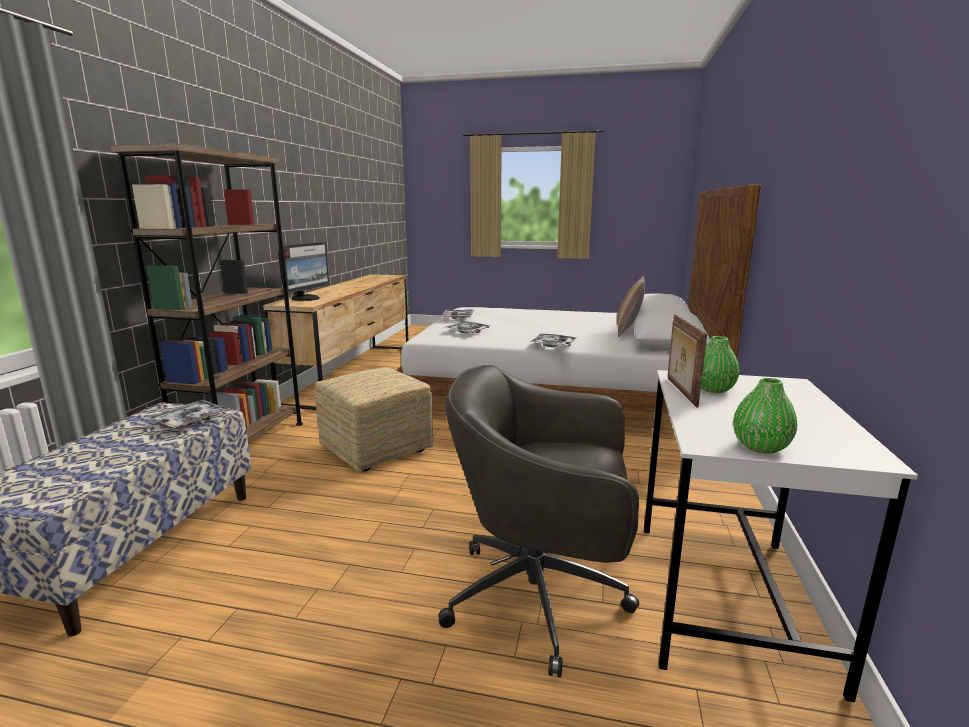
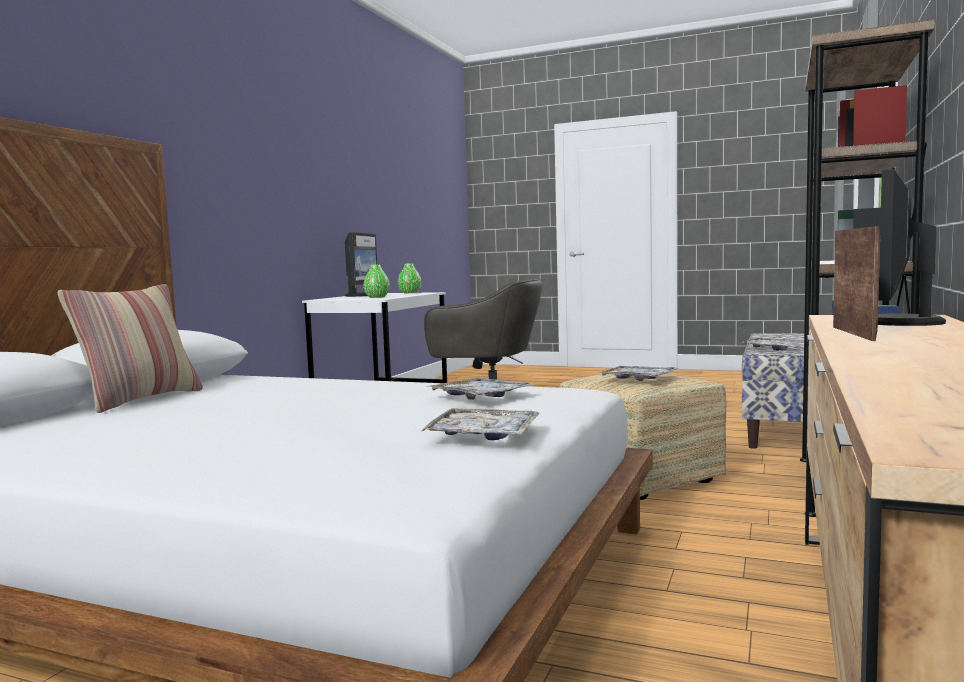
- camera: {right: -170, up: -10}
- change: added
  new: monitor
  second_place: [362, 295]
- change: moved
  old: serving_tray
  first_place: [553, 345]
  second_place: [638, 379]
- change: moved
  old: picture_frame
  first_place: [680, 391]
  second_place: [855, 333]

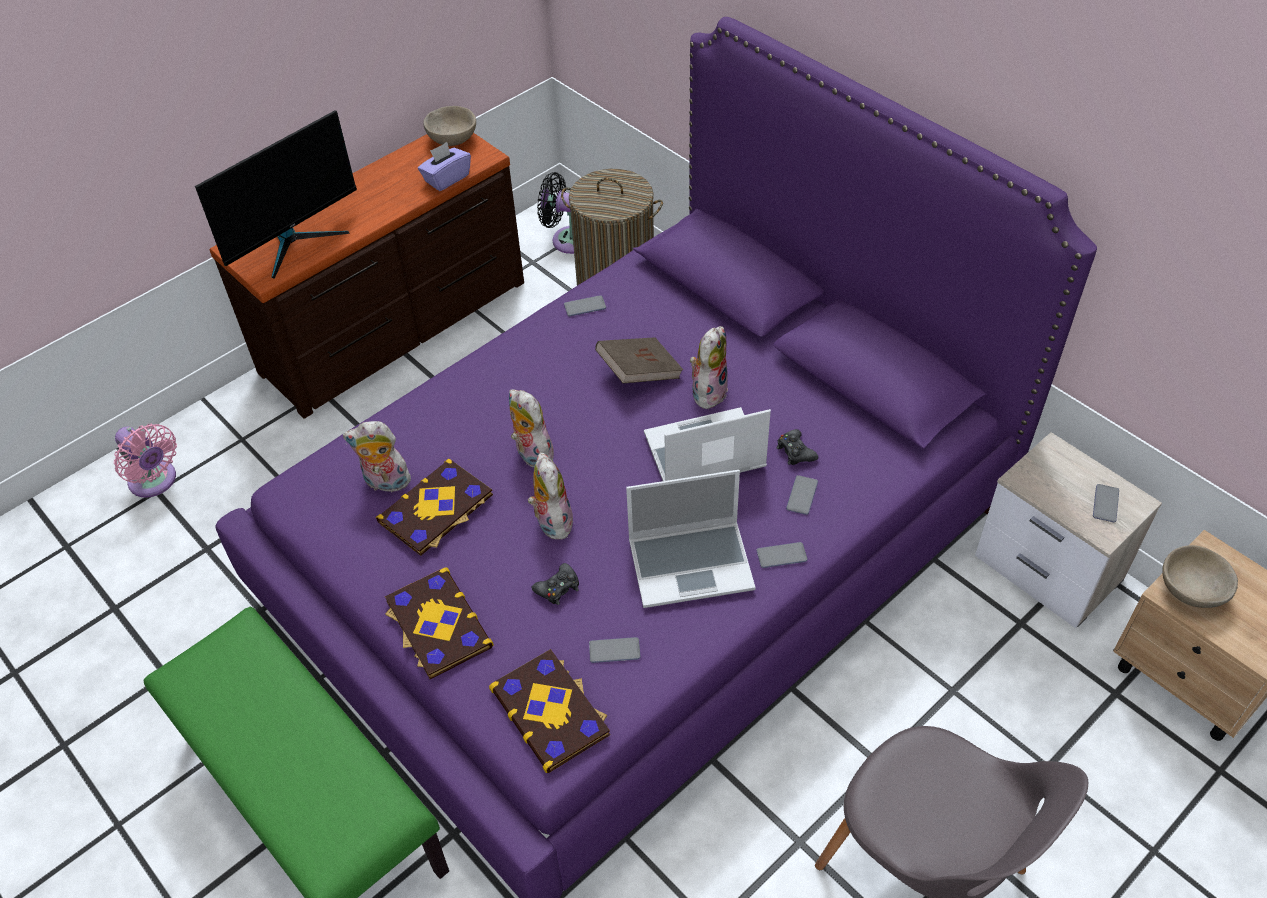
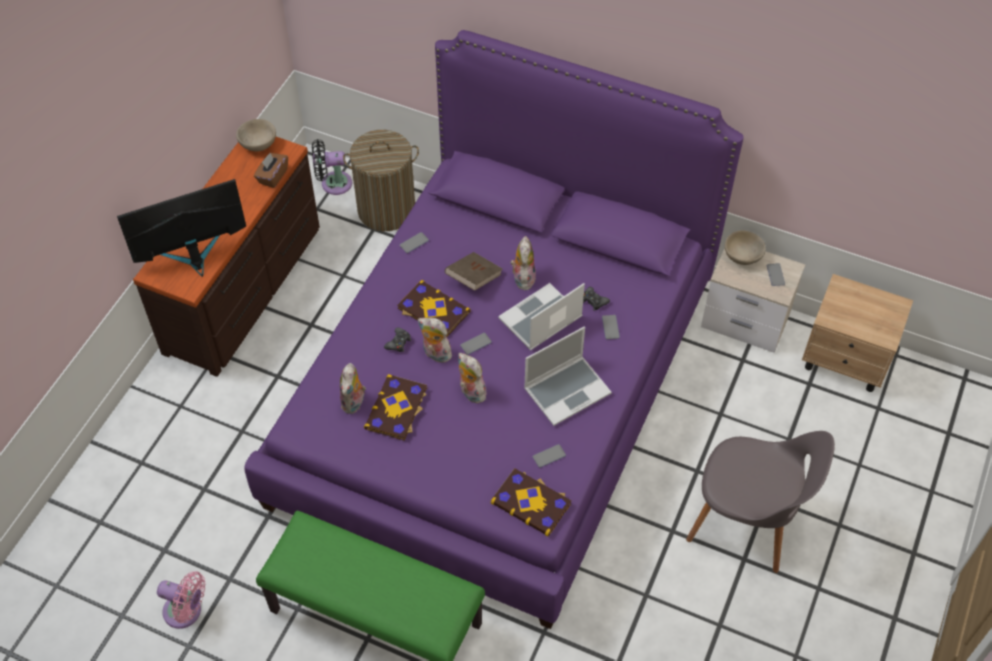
- camera: {right: -25, up: 5}
- change: moved
  old: pinkish_fan
  first_place: [155, 482]
  second_place: [186, 612]
- change: moved
  old: volume
  first_place: [437, 625]
  second_place: [433, 311]
- change: moved
  old: black_joypad
  first_place: [558, 588]
  second_place: [398, 342]
- change: moved
  old: phone
  first_place: [781, 556]
  second_place: [476, 344]
- change: moved
  old: beige_bowl
  first_place: [1190, 591]
  second_place: [742, 256]
- change: recoloured
  old: purple_box_of_tissues
  new: brown_box_of_tissues
  first_place: [446, 178]
  second_place: [272, 176]
- change: turned
  old: monitor
  first_place: [295, 242]
  second_place: [194, 256]
  degrees: -135
- change: turned
  old: soft_toy
  first_place: [385, 483]
  second_place: [354, 403]
  degrees: -60

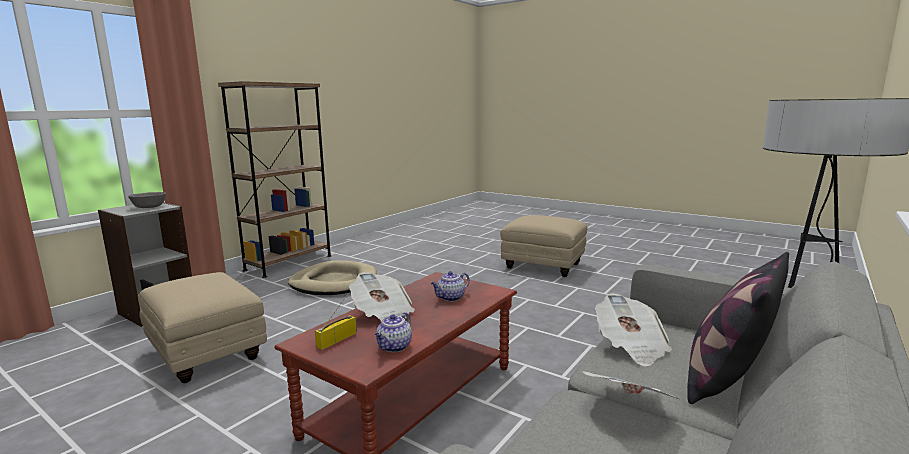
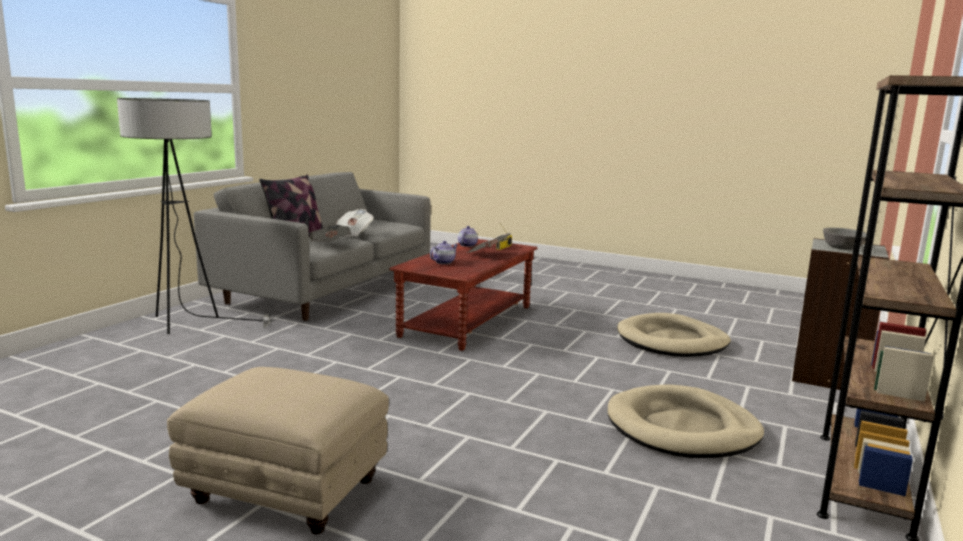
- camera: {right: 170, up: 0}
- change: replaced
  old: beige_footrest
  new: beige_dog_cushion
  first_place: [206, 353]
  second_place: [672, 341]

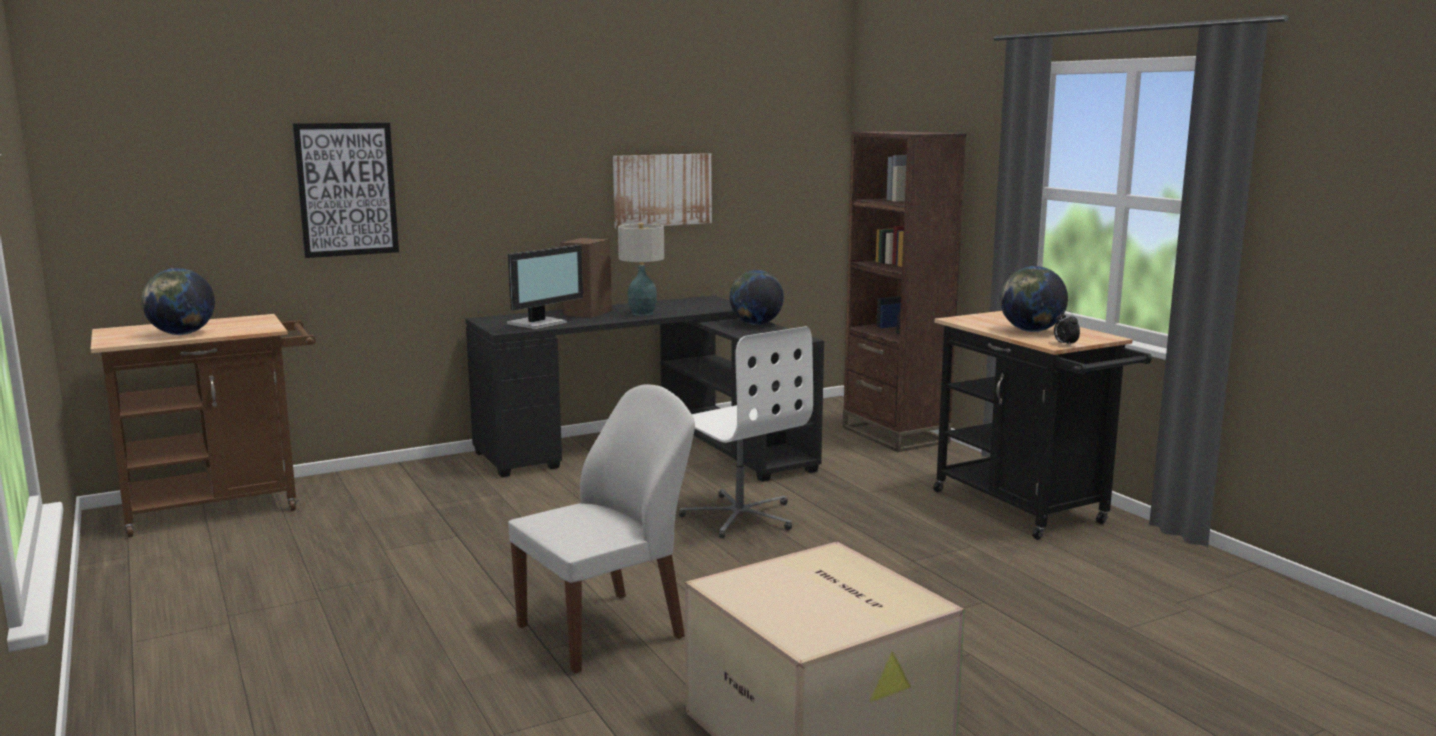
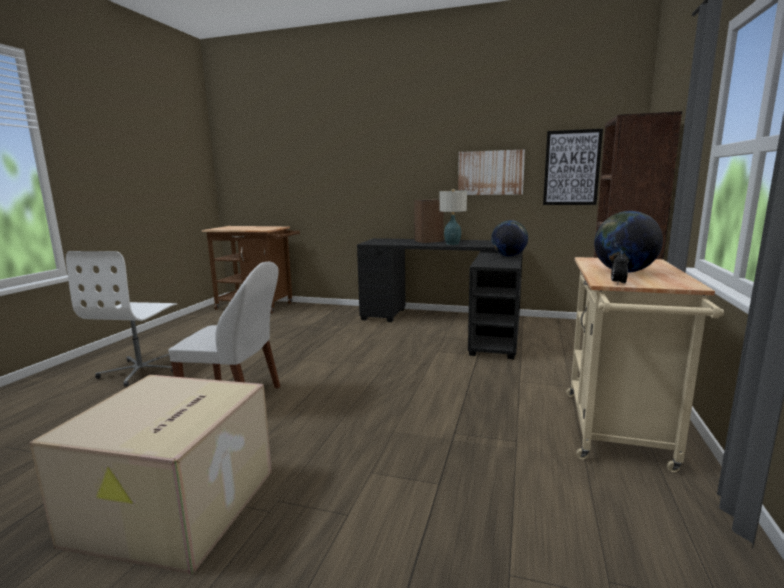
- camera: {right: 45, up: 0}
- change: removed
  old: desk_globe
  first_place: [182, 334]
- change: removed
  old: monitor
  first_place: [539, 323]
- change: moved
  old: picture
  first_place: [347, 189]
  second_place: [571, 168]
- change: moved
  old: white-coloured_computer_chair
  first_place: [740, 516]
  second_place: [141, 370]
- change: recoloured
  old: black_trolley
  new: beige_trolley
  first_place: [1026, 510]
  second_place: [617, 434]

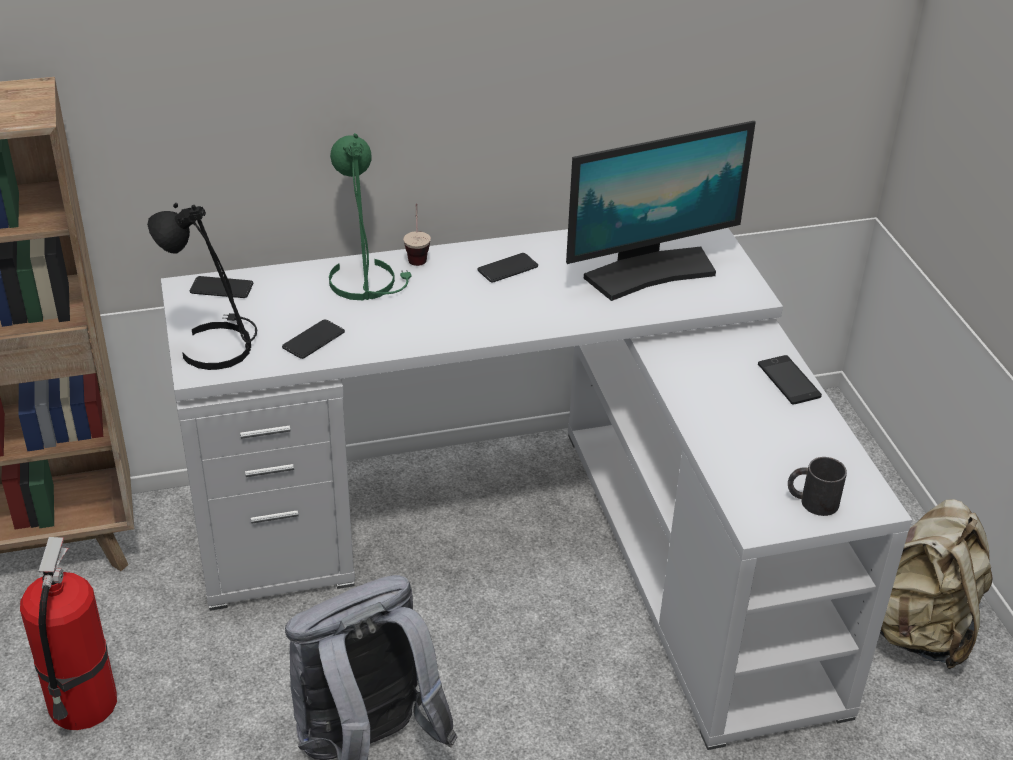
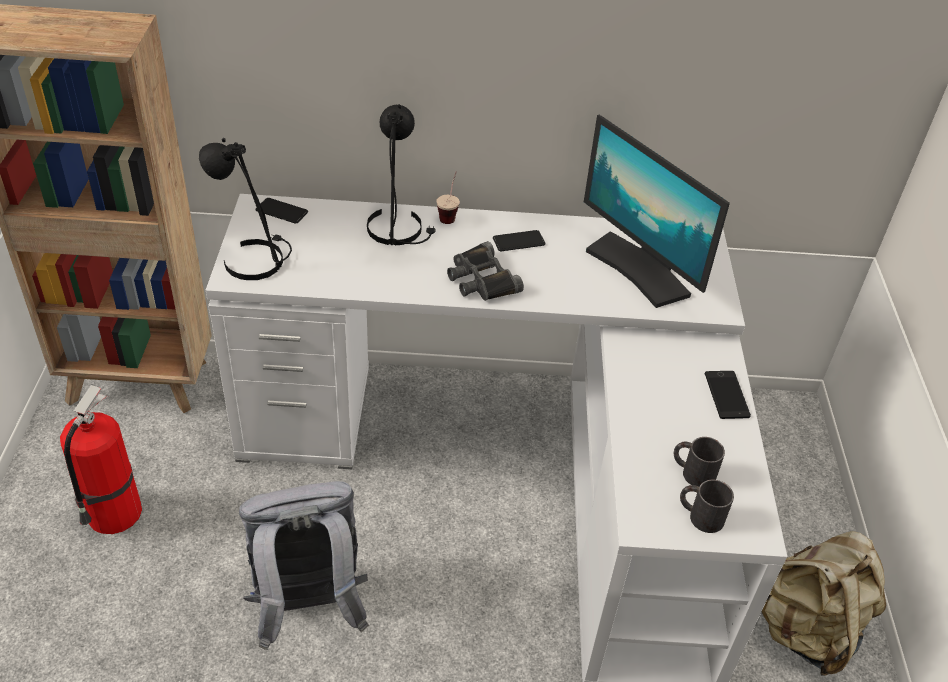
- camera: {right: 15, up: 5}
- change: removed
  old: phone
  first_place: [313, 340]
- change: added
  new: black_pair_of_binoculars
  second_place: [481, 280]
- change: added
  new: black_mug
  second_place: [692, 472]
- change: recoloured
  old: greenish_lamp_for_a_table
  new: black_lamp_for_a_table
  first_place: [366, 280]
  second_place: [398, 228]
- change: turned
  old: monitor
  first_place: [650, 272]
  second_place: [639, 269]
  degrees: 60

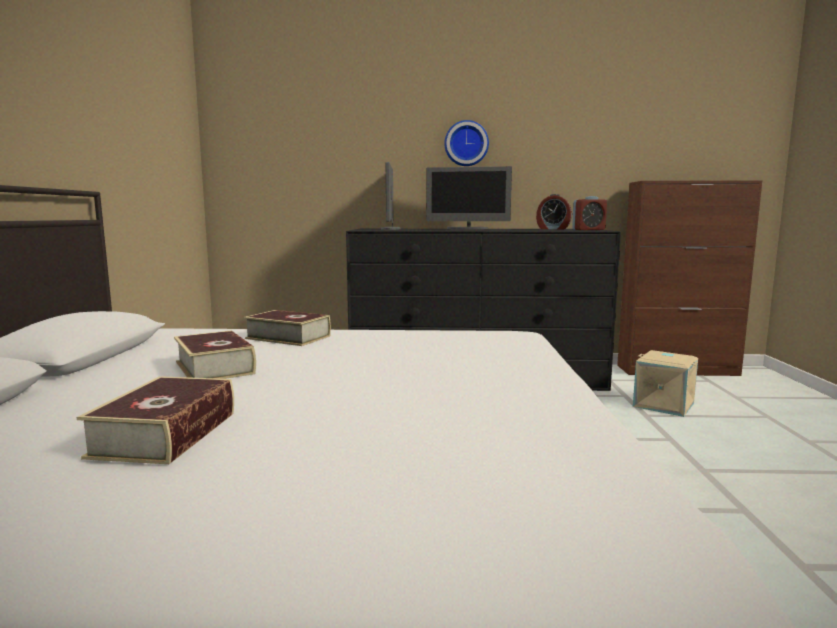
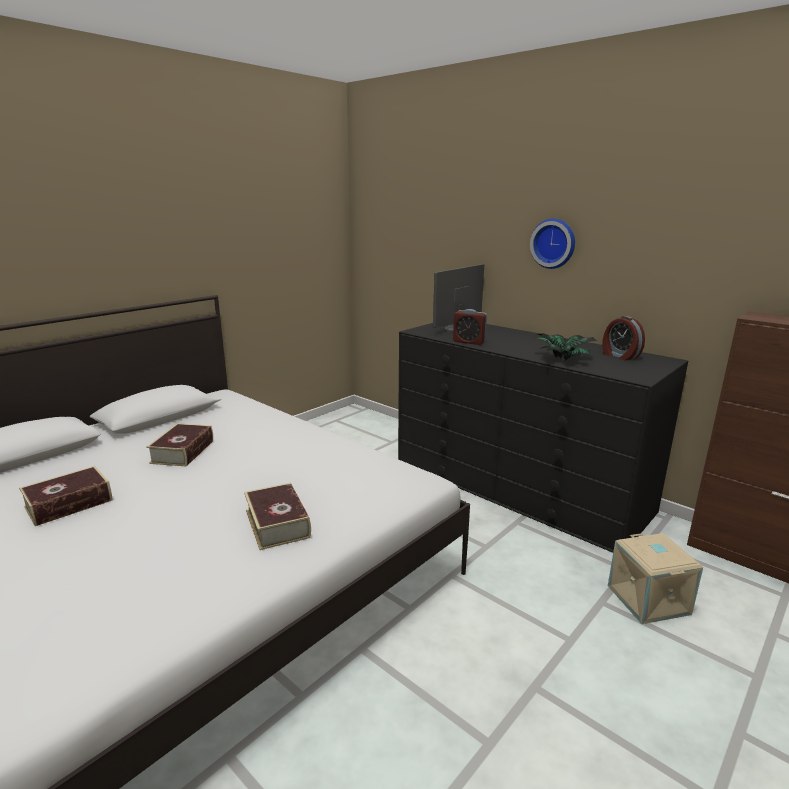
- camera: {right: 40, up: 10}
- change: removed
  old: monitor
  first_place: [467, 228]
- change: added
  new: potted_plant
  second_place: [563, 359]
- change: moved
  old: volume
  first_place: [288, 337]
  second_place: [277, 523]
- change: moved
  old: table_clock
  first_place: [588, 230]
  second_place: [469, 342]

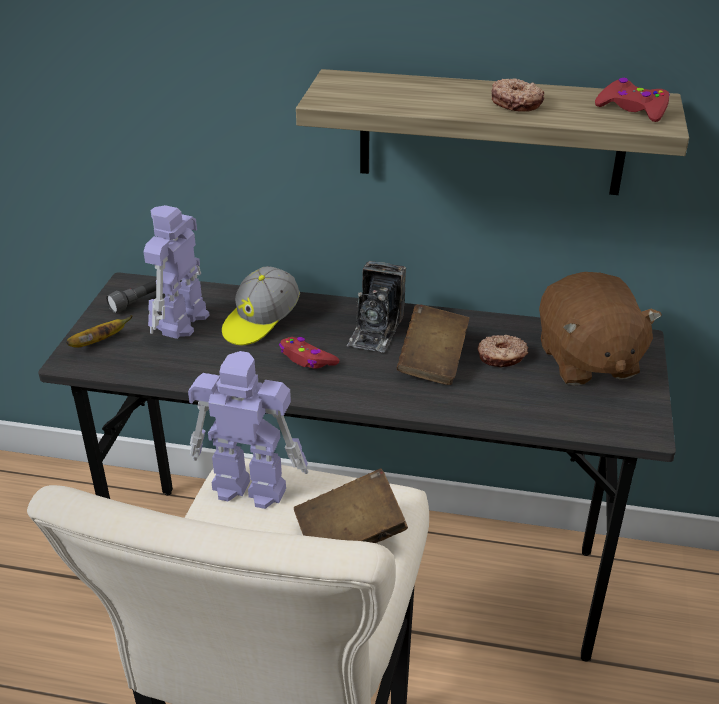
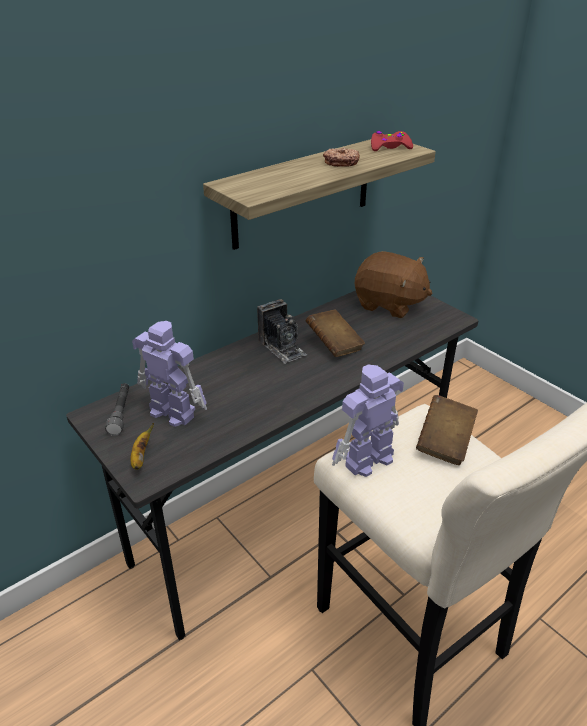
- camera: {right: -50, up: 0}
- change: removed
  old: baseball_cap
  first_place: [260, 321]
- change: removed
  old: red_joypad
  first_place: [307, 359]
- change: removed
  old: ring_doughnut
  first_place: [501, 357]
- change: turned
  old: robot_figure
  first_place: [181, 322]
  second_place: [171, 411]
  degrees: 150

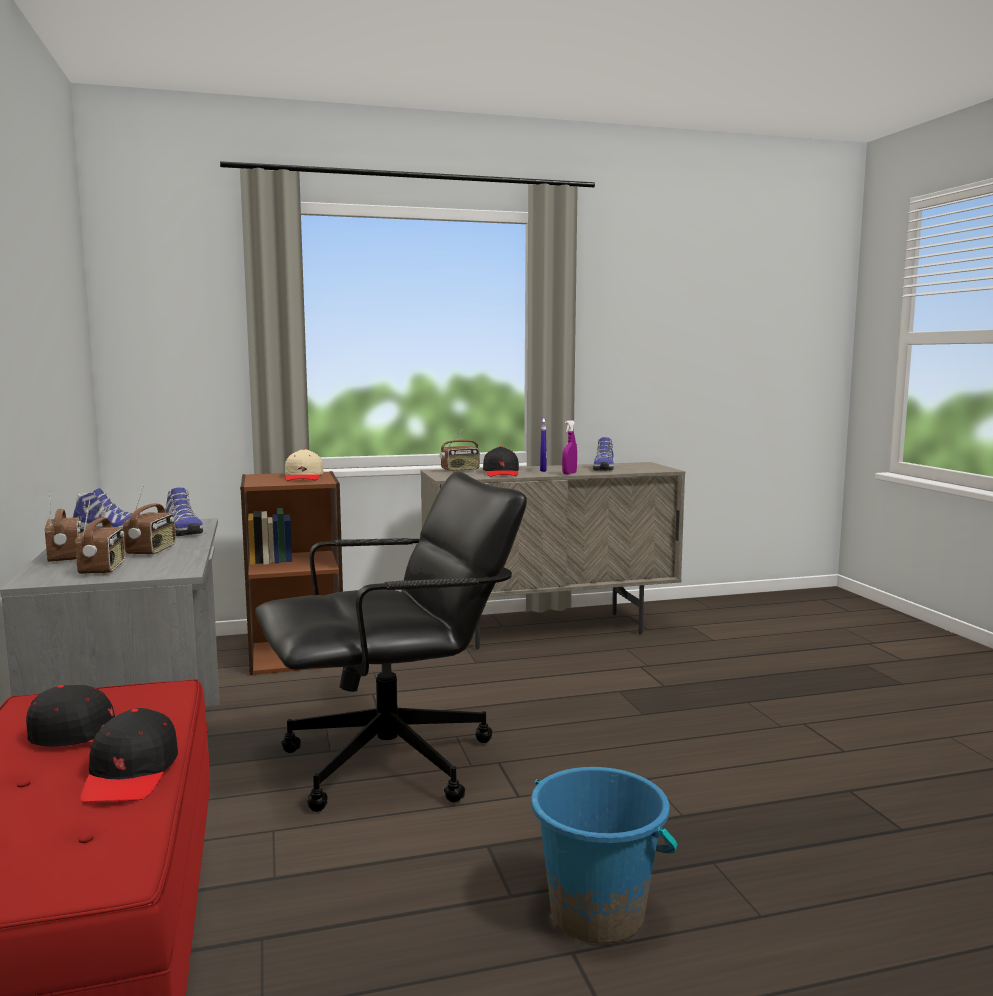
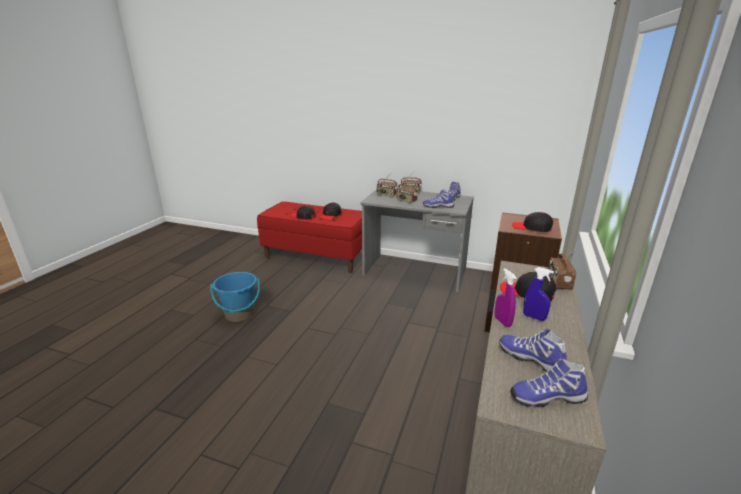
- camera: {right: 125, up: 15}
- change: removed
  old: black_computer_chair
  first_place: [392, 763]
- change: added
  new: low_shoe
  second_place: [546, 397]
- change: recoloured
  old: beige_baseball_cap
  new: black_baseball_cap
  first_place: [304, 477]
  second_place: [532, 228]

